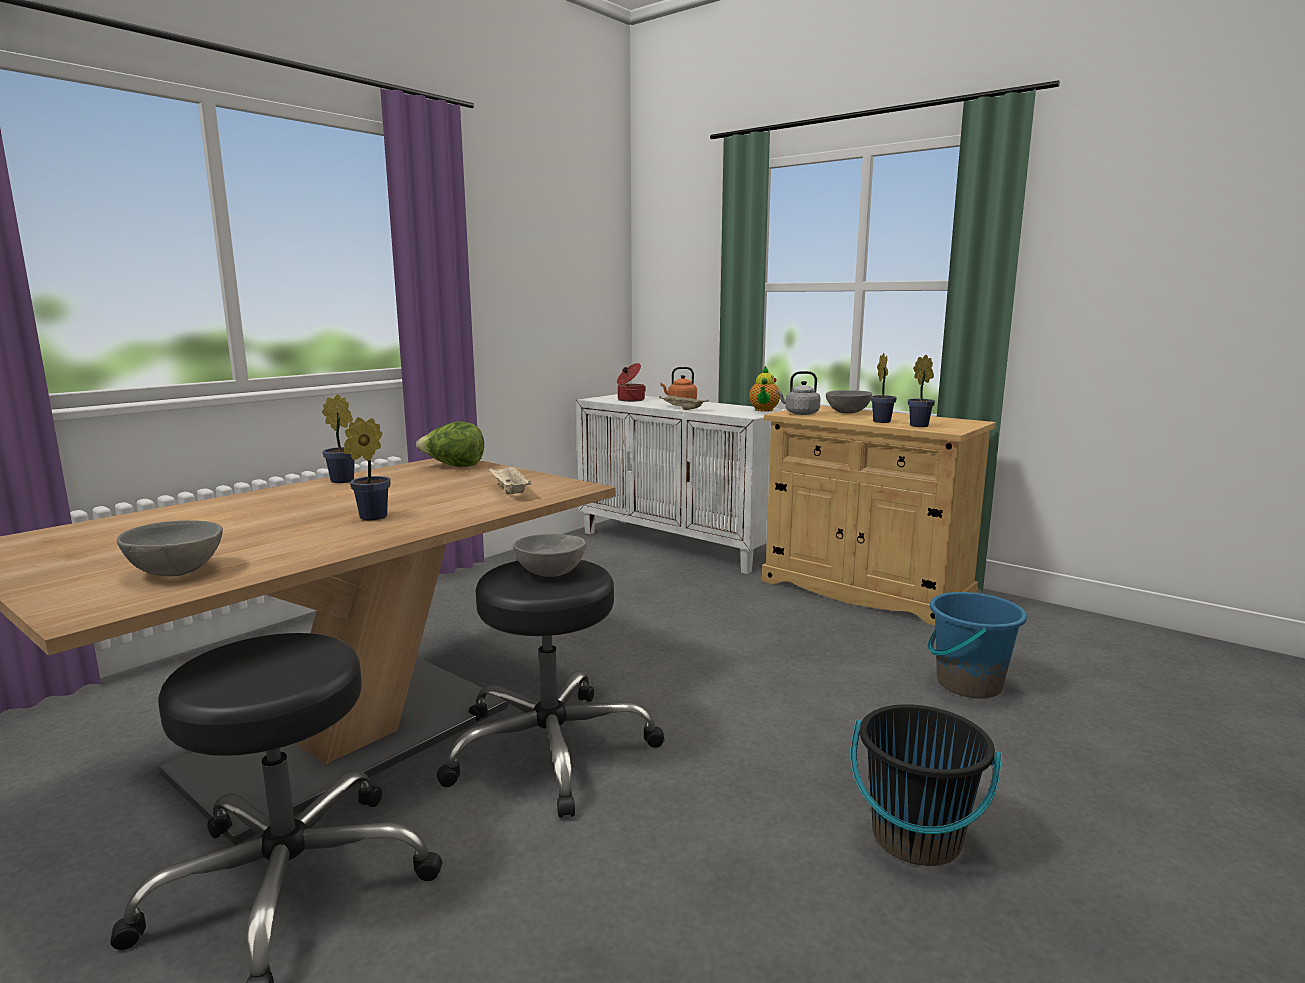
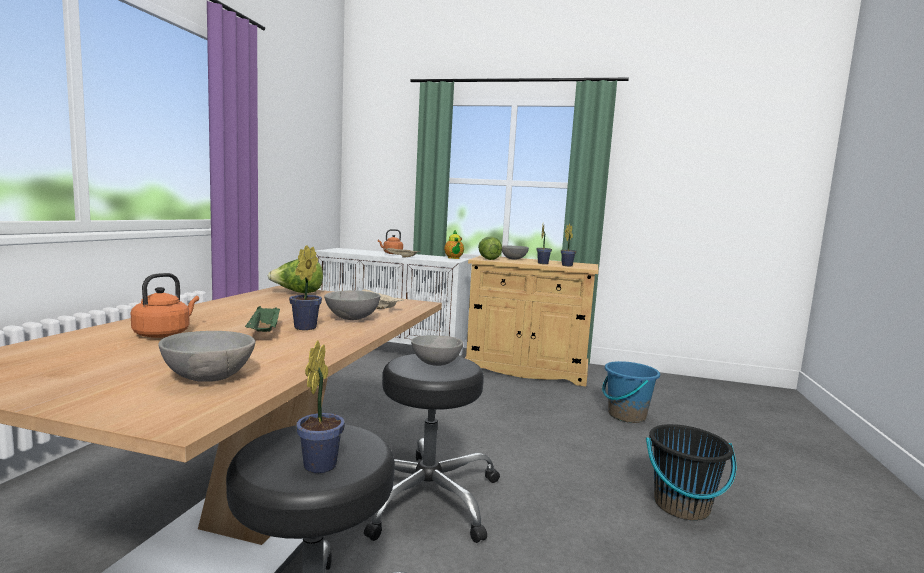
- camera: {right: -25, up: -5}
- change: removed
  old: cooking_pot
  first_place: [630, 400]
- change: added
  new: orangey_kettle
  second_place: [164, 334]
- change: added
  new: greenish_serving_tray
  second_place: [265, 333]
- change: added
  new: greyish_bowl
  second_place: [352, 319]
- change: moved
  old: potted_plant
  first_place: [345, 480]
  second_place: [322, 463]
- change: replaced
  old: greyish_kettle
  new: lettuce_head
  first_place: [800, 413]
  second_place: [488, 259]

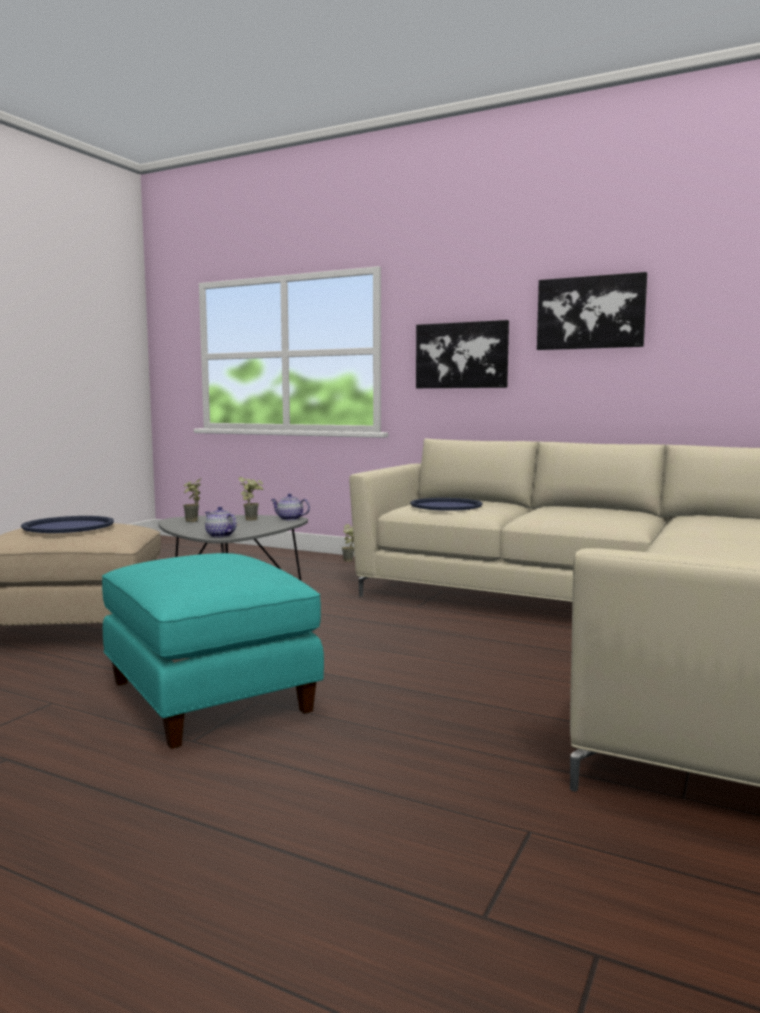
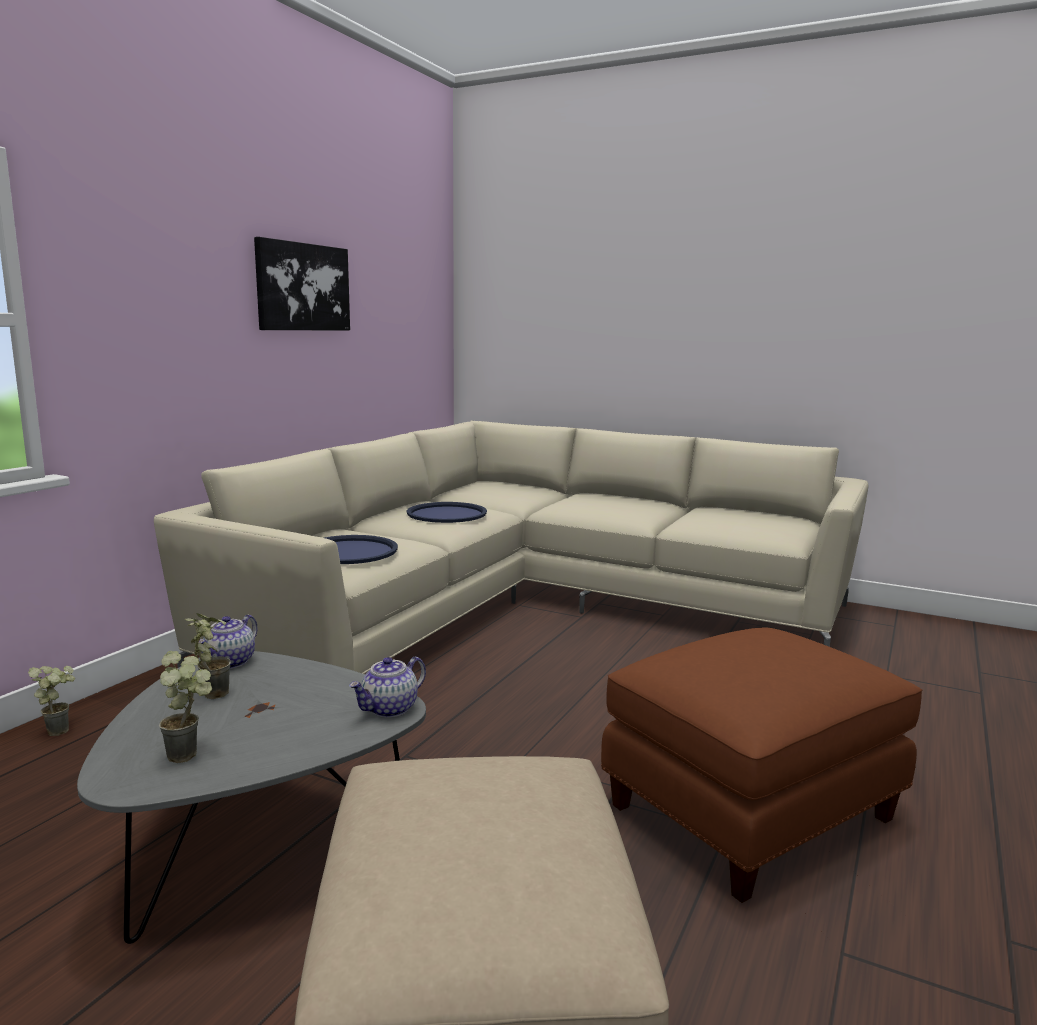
- camera: {right: -90, up: 5}
- change: removed
  old: picture
  first_place: [462, 355]
- change: moved
  old: blue-coloured_serving_tray
  first_place: [68, 526]
  second_place: [447, 514]
- change: recoloured
  old: turquoise-coloured_footrest
  new: brown_footrest
  first_place: [211, 696]
  second_place: [749, 810]

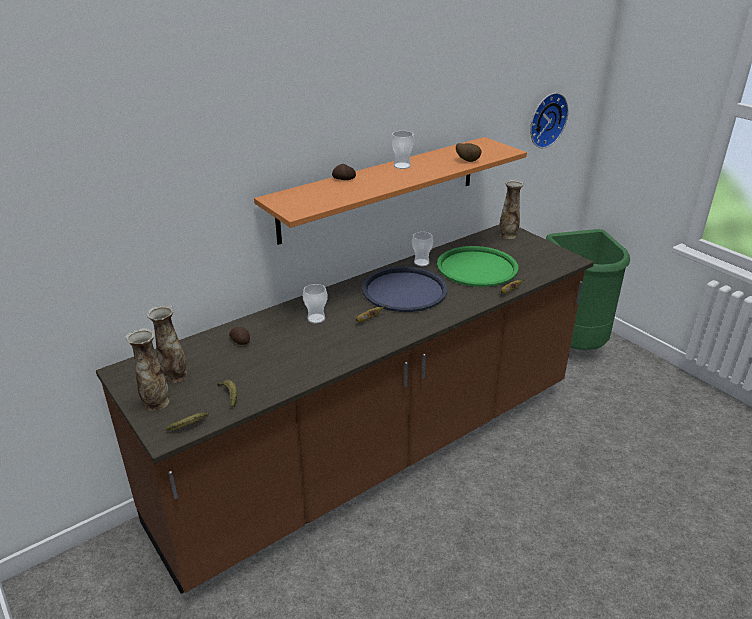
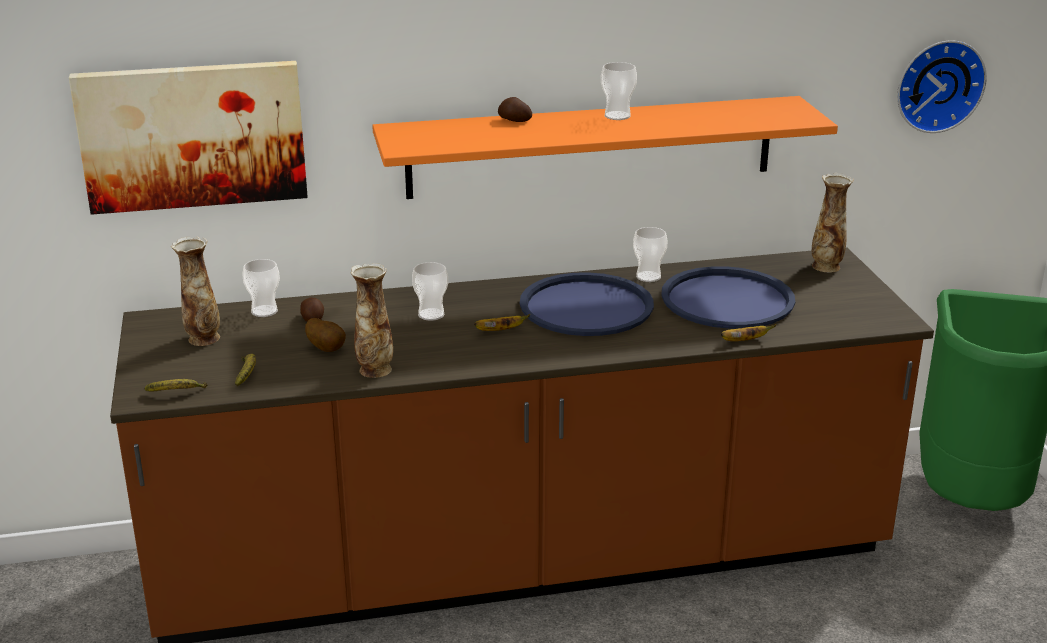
- camera: {right: 25, up: -5}
- change: added
  new: picture
  second_place: [192, 135]
- change: added
  new: cup
  second_place: [264, 311]
- change: moved
  old: flower_vase
  first_place: [156, 402]
  second_place: [375, 369]
- change: moved
  old: spud
  first_place: [467, 161]
  second_place: [327, 349]
- change: recoloured
  old: greenish_serving_tray
  new: blue-coloured_serving_tray
  first_place: [477, 267]
  second_place: [727, 300]

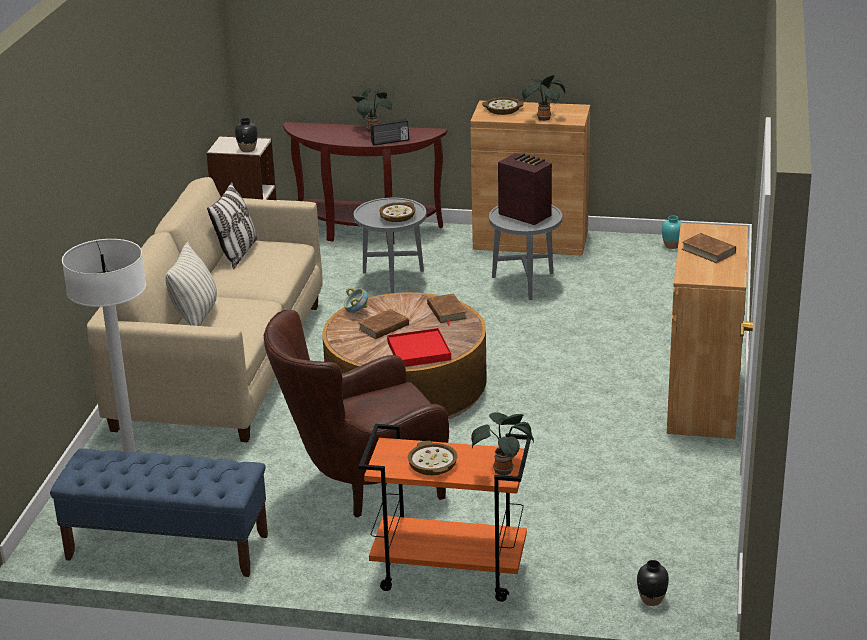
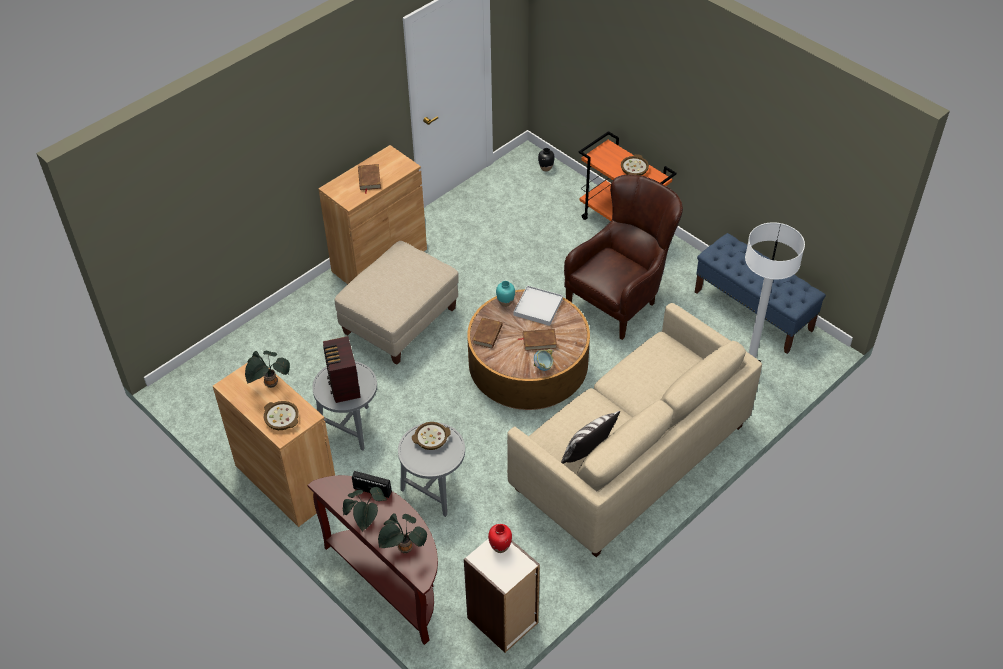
- camera: {right: -145, up: 20}
- change: removed
  old: throw_pillow
  first_place: [196, 316]
- change: added
  new: beige_footrest
  second_place: [400, 321]
- change: moved
  old: potted_plant
  first_place: [504, 470]
  second_place: [404, 549]
- change: moved
  old: turquoise-coloured_flower_vase
  first_place: [672, 246]
  second_place: [505, 302]
- change: recoloured
  old: black_flower_vase
  new: red_flower_vase
  first_place: [247, 149]
  second_place: [500, 547]
- change: recoloured
  old: red_serving_tray
  new: white-coloured_serving_tray
  first_place: [418, 351]
  second_place: [538, 307]
- change: turned
  old: brown_lounge_chair
  first_place: [362, 487]
  second_place: [620, 298]
  degrees: -60

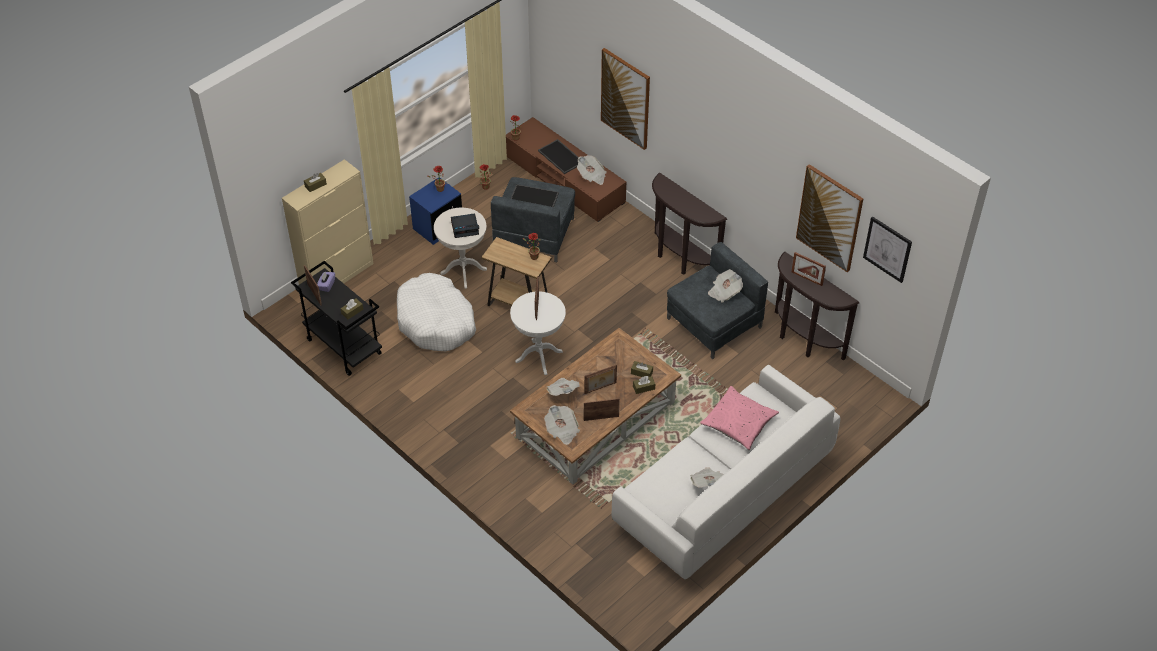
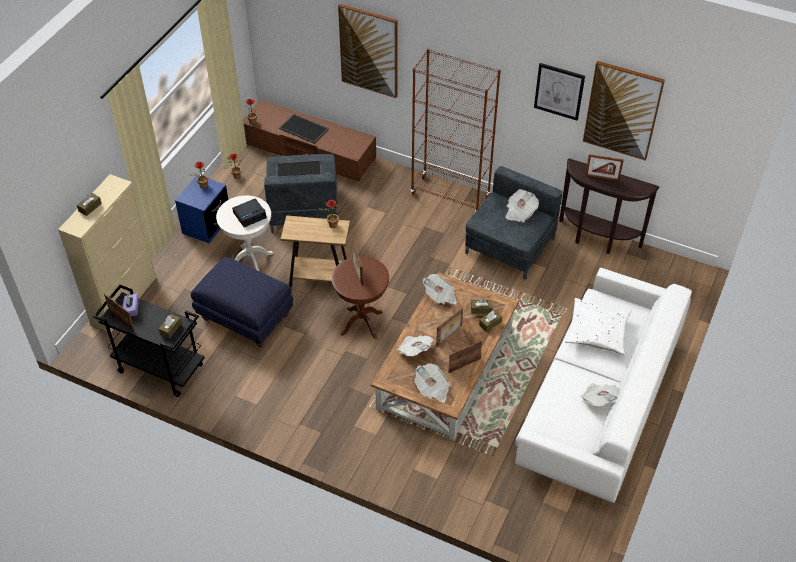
- camera: {right: -20, up: 0}
- change: moved
  old: printed_paper
  first_place: [592, 176]
  second_place: [440, 296]
- change: moved
  old: picture
  first_place: [887, 249]
  second_place: [559, 91]
- change: replaced
  old: white-coloured_dog_cushion
  new: blue-coloured_footrest
  first_place: [436, 321]
  second_place: [244, 317]
- change: replaced
  old: brown_hall_table
  new: brown_bookcase
  first_place: [679, 259]
  second_place: [450, 196]
- change: recoloured
  old: white-coloured_side_table
  new: brown_side_table
  first_place: [539, 356]
  second_place: [362, 323]
- change: recoloured
  old: pinkish_throw_pillow
  new: white-coloured_throw_pillow
  first_place: [739, 423]
  second_place: [597, 331]

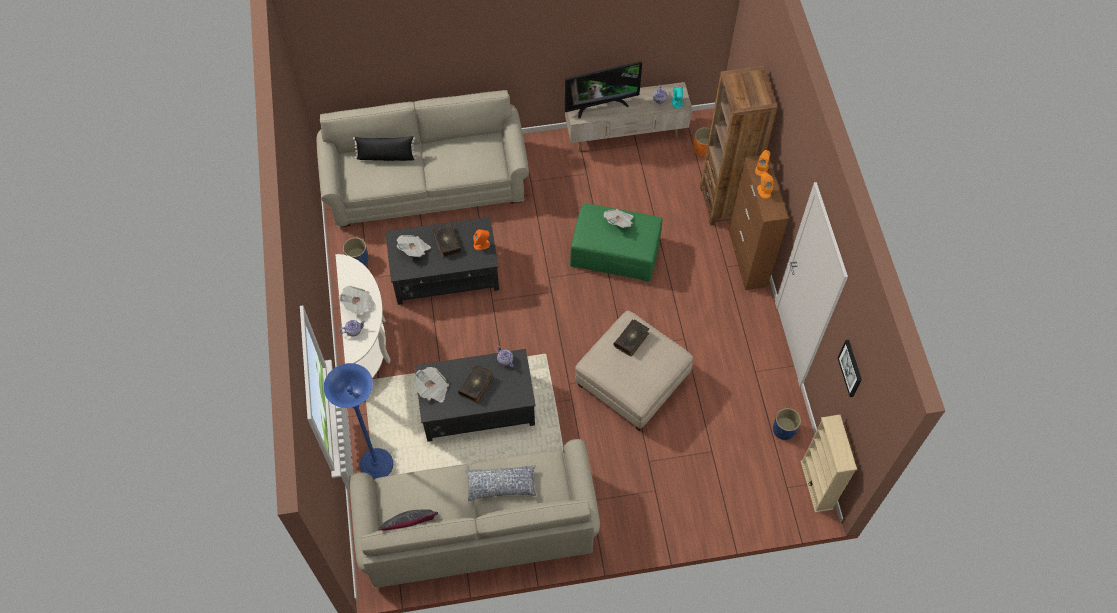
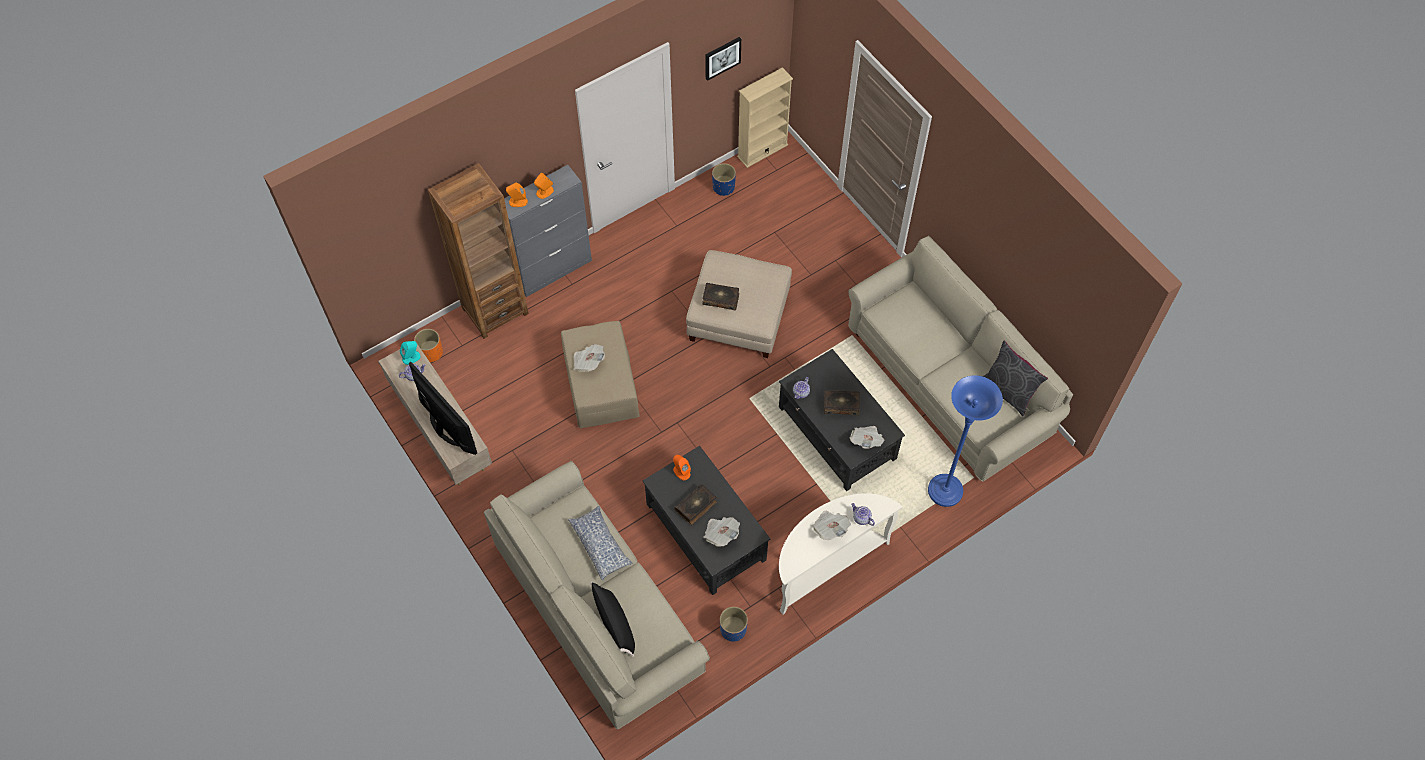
- camera: {right: -115, up: 0}
- change: moved
  old: throw_pillow
  first_place: [501, 486]
  second_place: [600, 545]
- change: recoloured
  old: greenish_footrest
  new: beige_footrest
  first_place: [615, 252]
  second_place: [601, 384]
- change: recoloured
  old: brown_cupboard
  new: greyish_cupboard
  first_place: [747, 258]
  second_place: [553, 270]

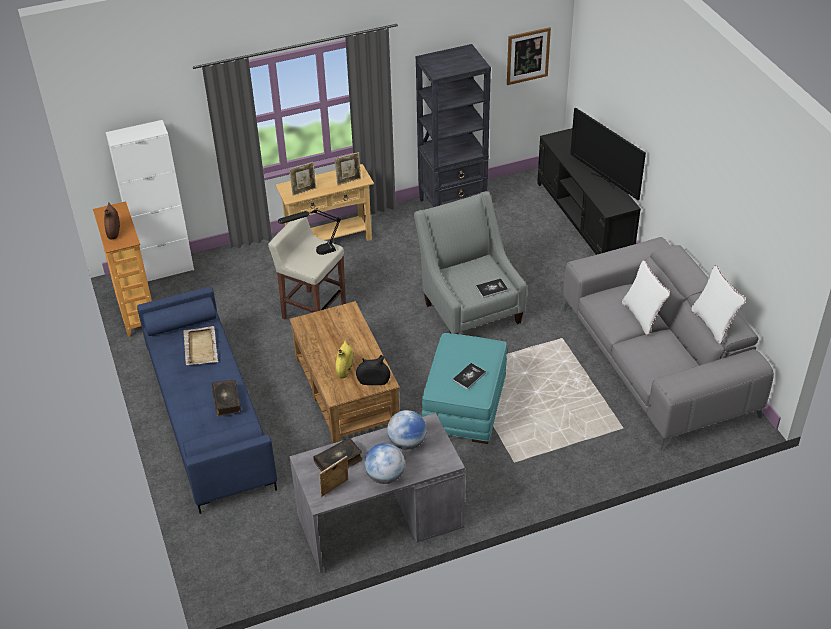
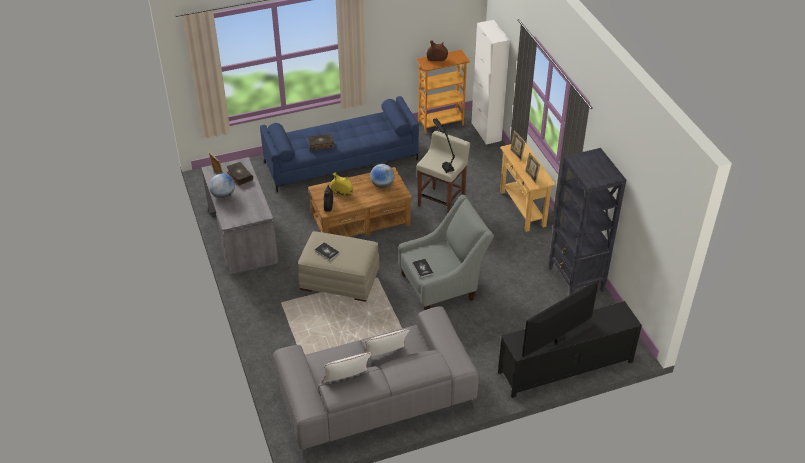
- camera: {right: 90, up: 0}
- change: removed
  old: beige_serving_tray
  first_place: [200, 347]
- change: removed
  old: picture
  first_place: [528, 56]
- change: moved
  old: desk_globe
  first_place: [407, 442]
  second_place: [382, 185]
- change: recoloured
  old: turquoise-coloured_footrest
  new: beige_footrest
  first_place: [465, 405]
  second_place: [339, 279]

